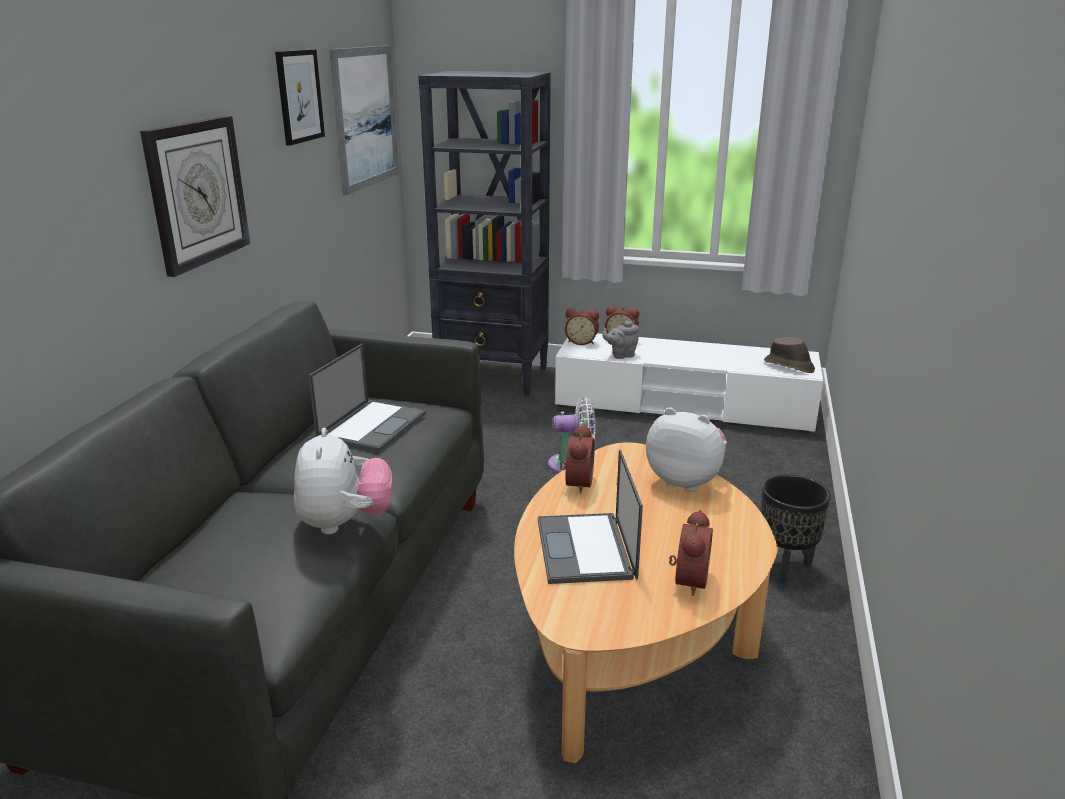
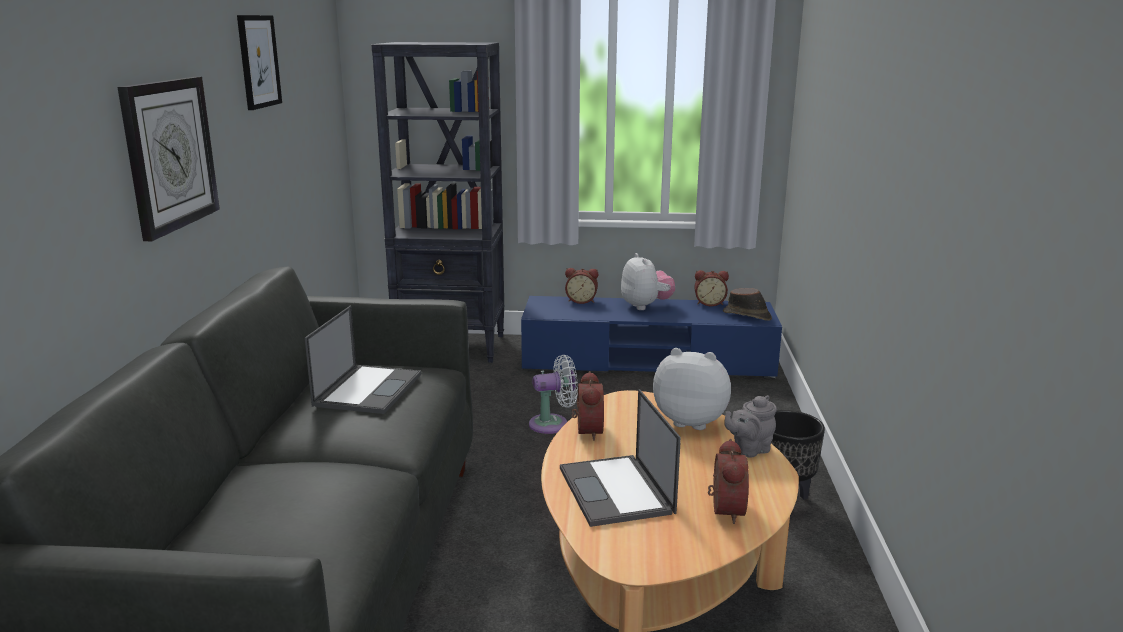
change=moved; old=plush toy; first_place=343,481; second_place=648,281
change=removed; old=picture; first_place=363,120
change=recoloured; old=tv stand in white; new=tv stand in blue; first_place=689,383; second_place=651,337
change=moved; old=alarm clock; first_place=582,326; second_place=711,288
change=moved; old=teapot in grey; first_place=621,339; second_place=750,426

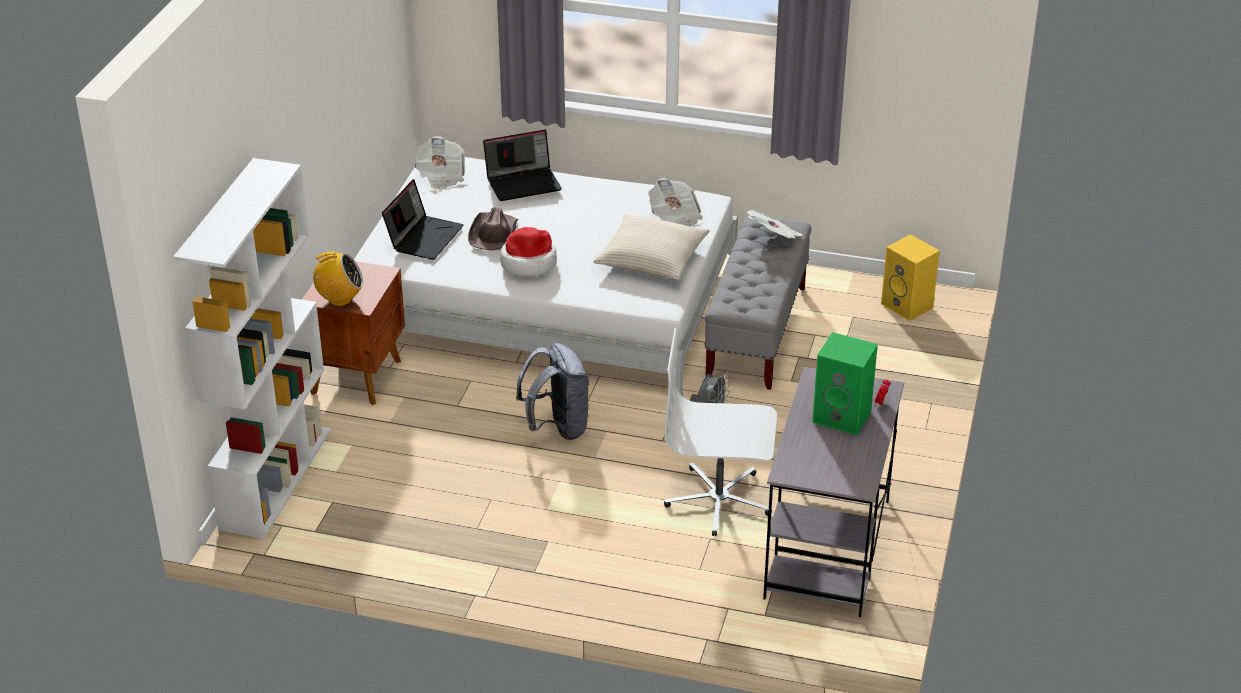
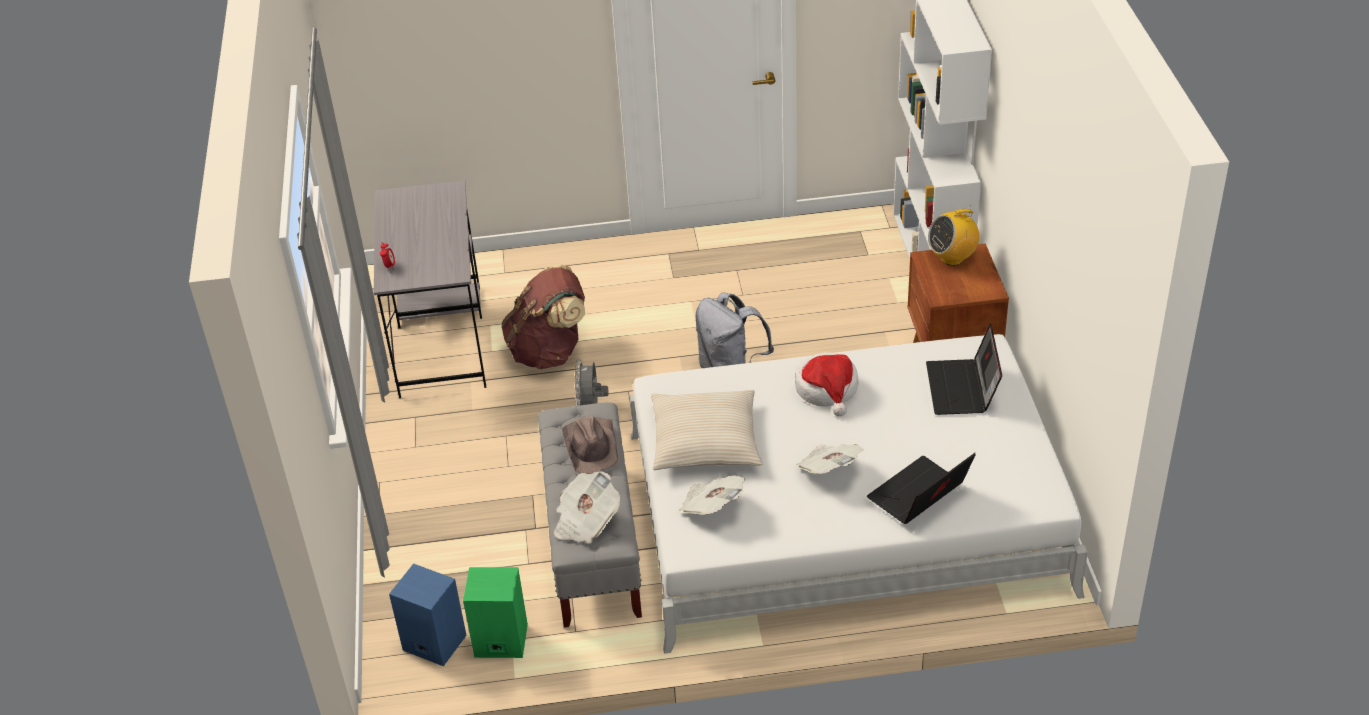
change=moved; old=newspaper; first_place=439,163; second_place=830,459
change=moved; old=hat in brown; first_place=493,229; second_place=590,445
change=replaced; old=office chair in white; new=backpack in brown; first_place=720,432; second_place=543,317
change=moved; old=speaker in green; first_place=845,383; second_place=495,612
change=recoloured; old=speaker in yellow; new=speaker in blue; first_place=910,277; second_place=428,614

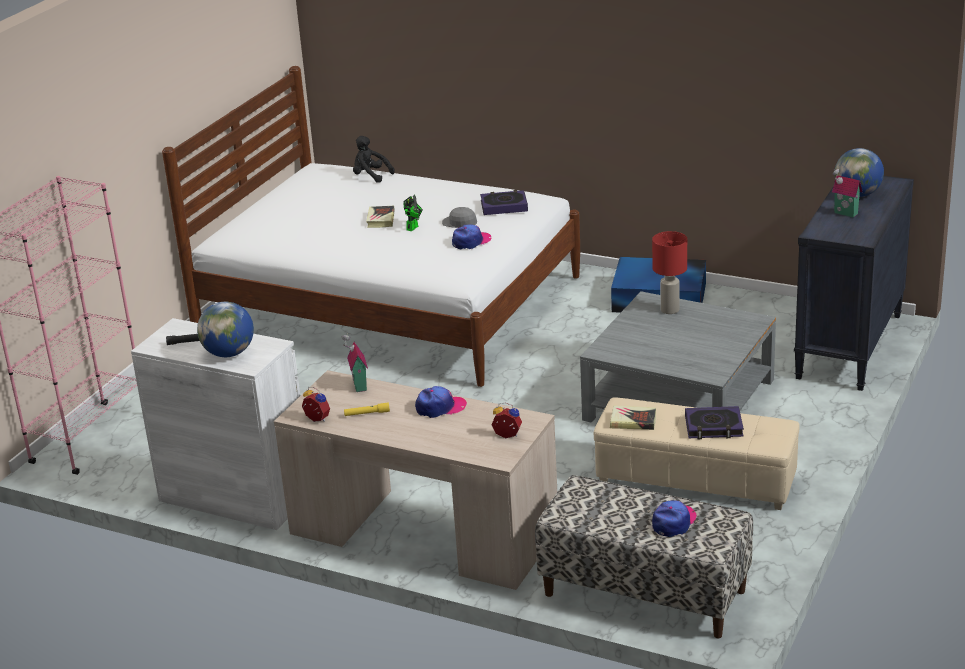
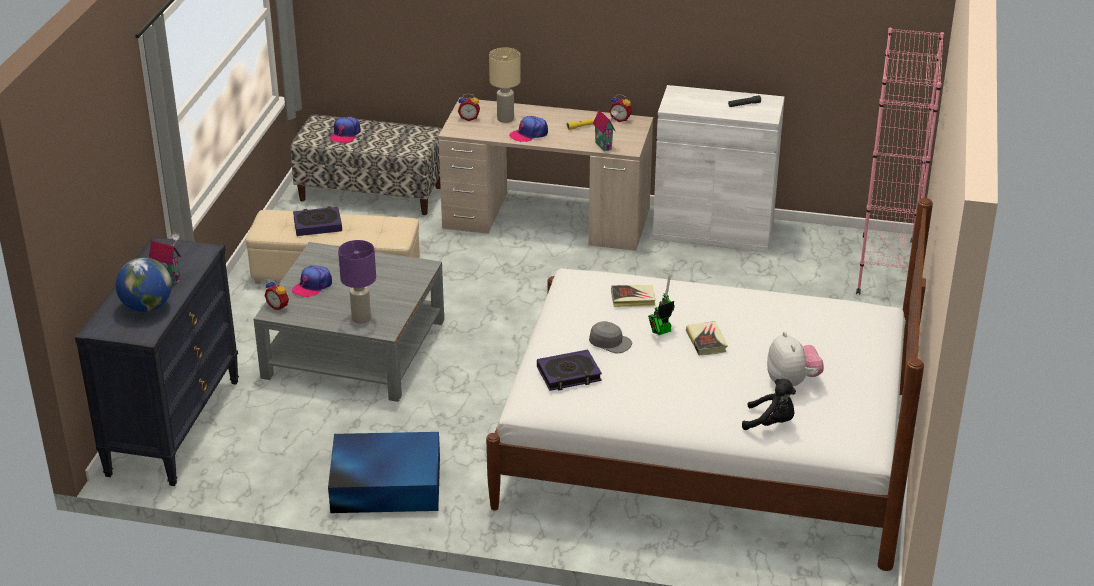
change=removed; old=globe; first_place=225,329
change=turned; old=toy robot; first_place=413,213; second_place=661,305; degrees=45
change=moved; old=cap; first_place=471,237; second_place=312,282
change=moved; old=book; first_place=633,417; second_place=633,296
change=recoloured; old=table lamp in red; new=table lamp in purple; first_place=669,272; second_place=357,282
change=added; new=alarm clock; second_place=276,295
change=added; new=table lamp in beige; second_place=505,85
change=added; new=plush toy; second_place=795,359

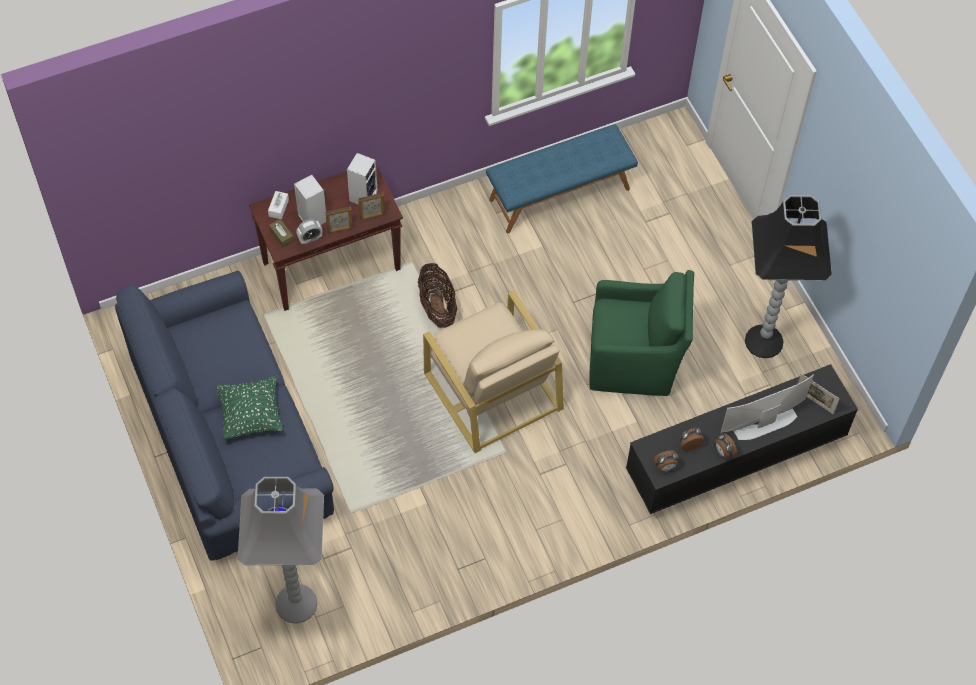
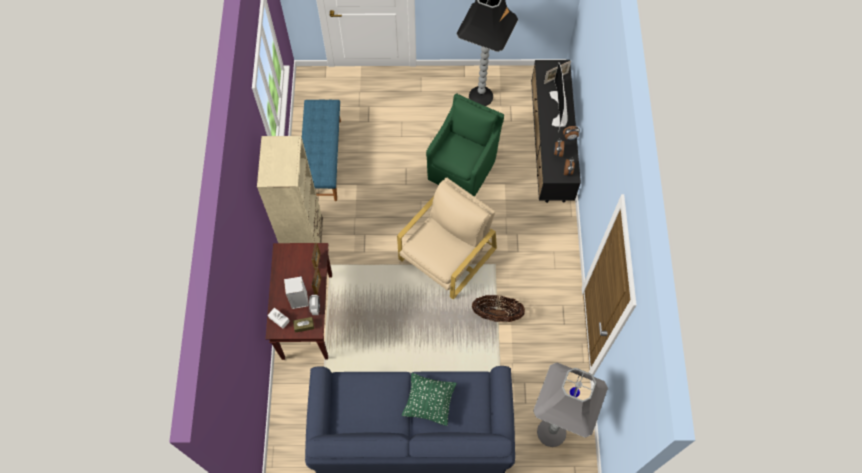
change=removed; old=speaker; first_place=362,179
change=moved; old=basket; first_place=437,295; second_place=498,308
change=turned; old=armchair in beige; first_place=493,372; second_place=447,239; degrees=-45
change=added; new=bookcase in beige; second_place=290,189

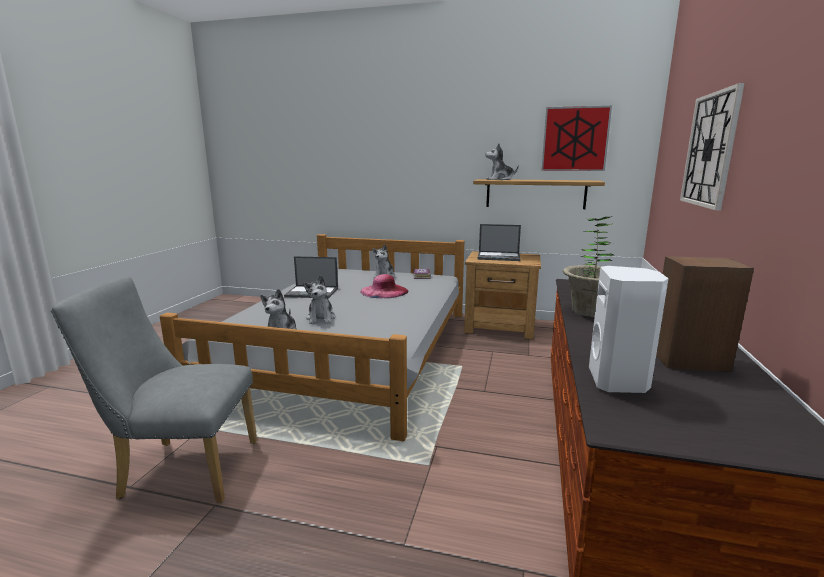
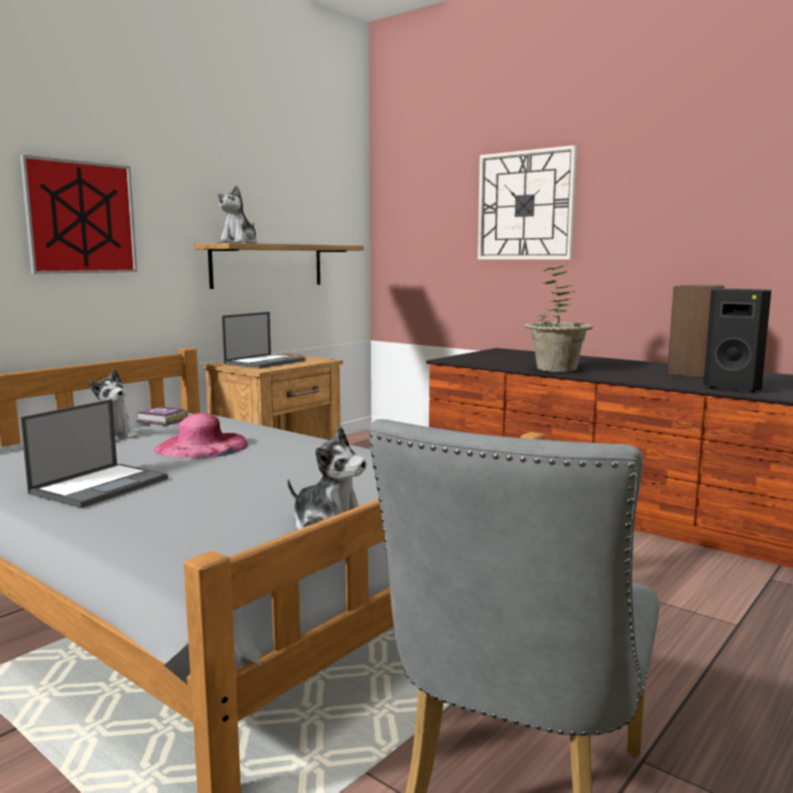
change=removed; old=plush toy; first_place=319,300
change=moved; old=picture; first_place=576,138; second_place=78,214
change=recoloured; old=speaker in white; new=speaker in black; first_place=629,329; second_place=737,340

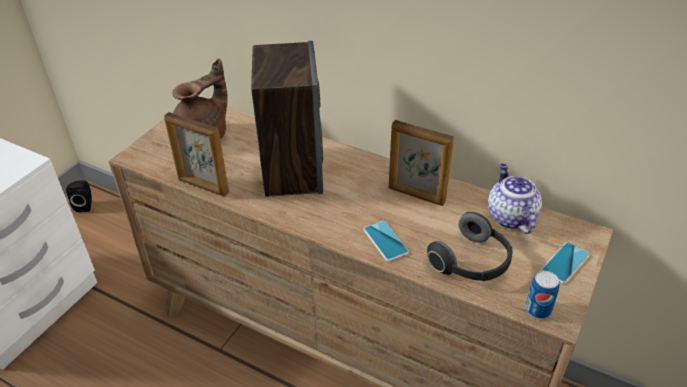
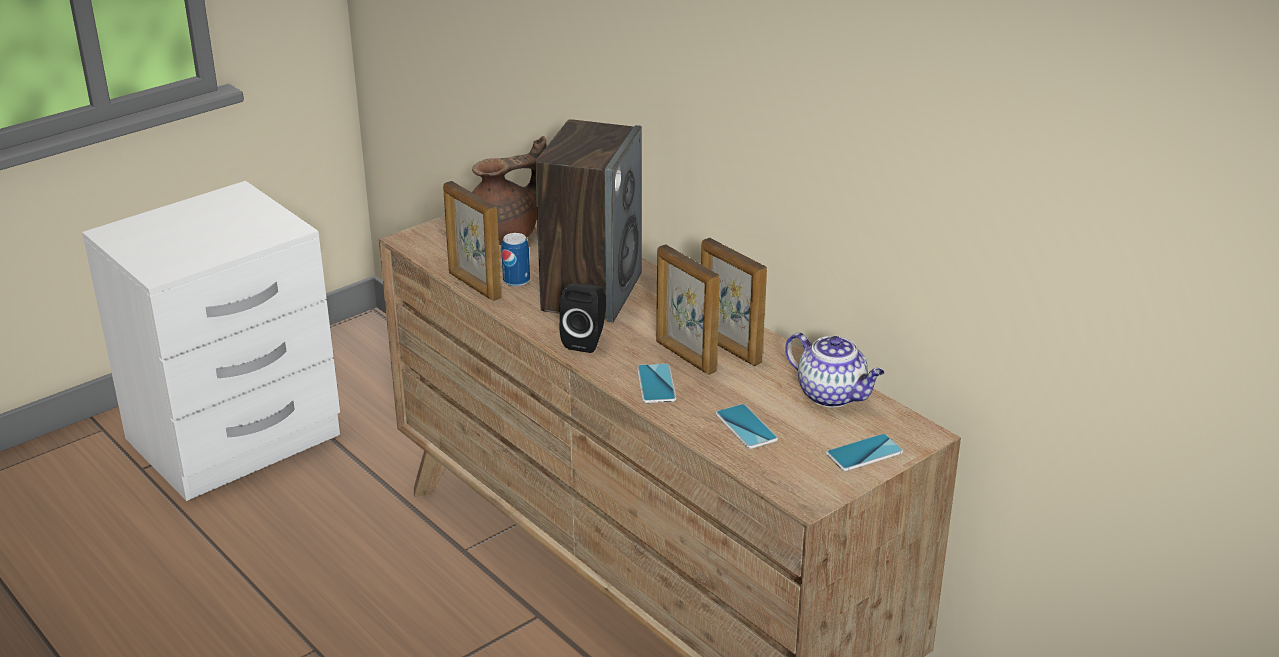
change=moved; old=speaker in black; first_place=79,196; second_place=582,318
change=replaced; old=headphones; new=phone; first_place=469,246; second_place=746,426
change=turned; old=teapot; first_place=515,199; second_place=835,370; degrees=120
change=moved; old=can; first_place=542,295; second_place=515,260
change=added; new=picture frame; second_place=688,309

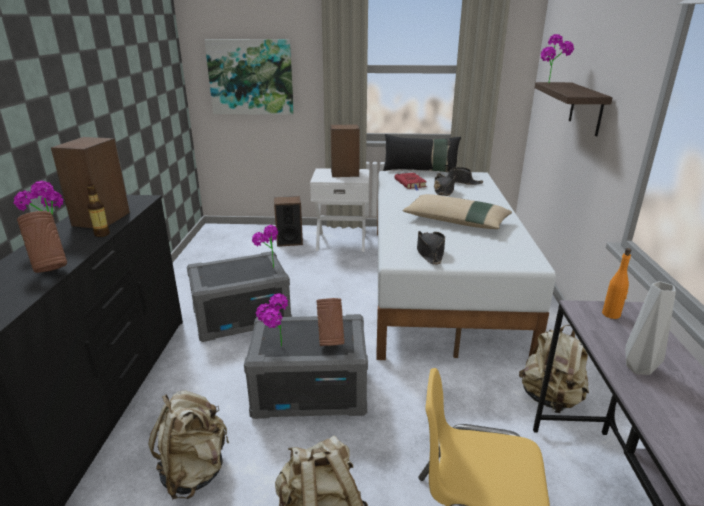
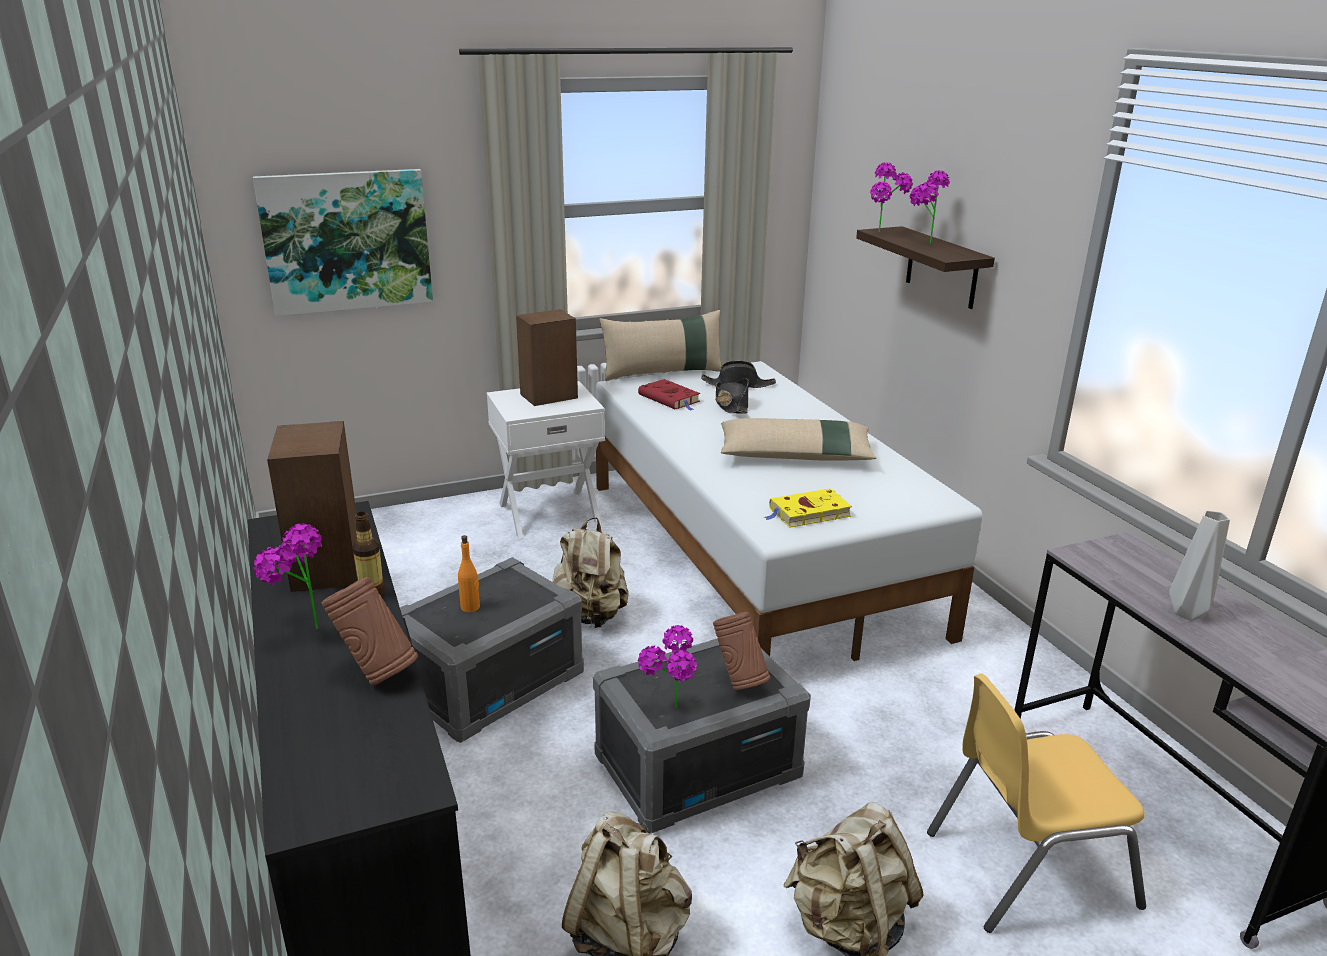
change=moved; old=potted plant; first_place=265,246; second_place=930,207
change=removed; old=speaker; first_place=288,221
change=recoloured; old=pillow in black; new=pillow in beige; first_place=422,153; second_place=660,345
change=replaced; old=hat in black; new=book in yellow; first_place=431,248; second_place=808,508
change=moved; old=backpack in beige; first_place=554,369; second_place=590,572
change=moved; old=bottle in orange; first_place=616,283; second_place=469,573

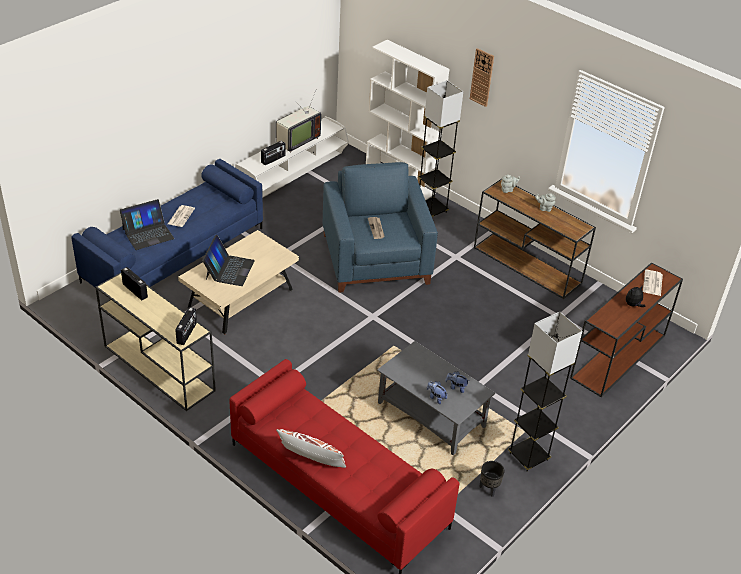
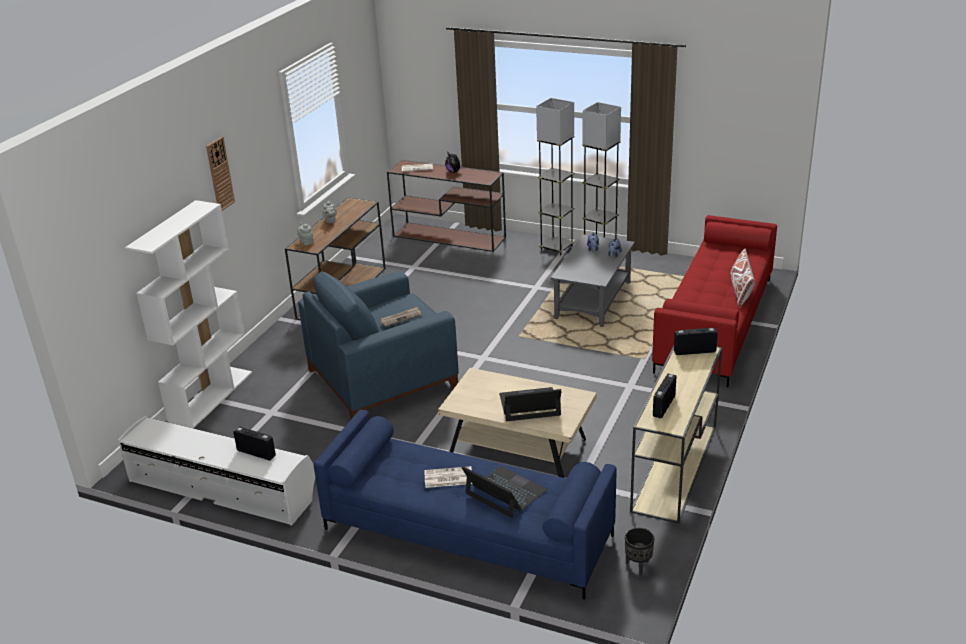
change=removed; old=television; first_place=298,123
change=moved; old=floor lamp in grey; first_place=440,148; second_place=555,177
change=moved; old=planter in black; first_place=492,479; second_place=639,552

